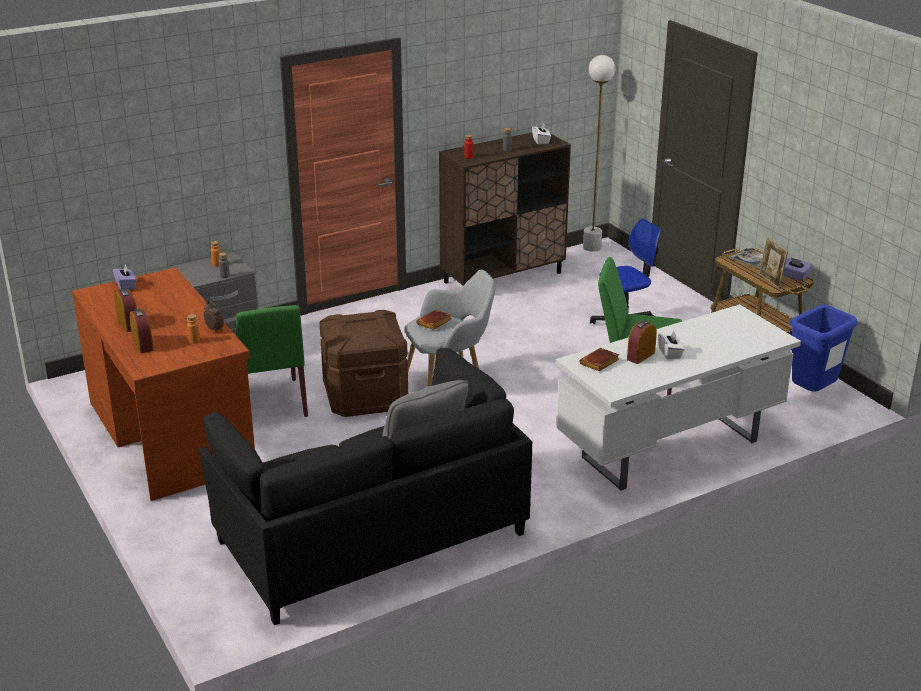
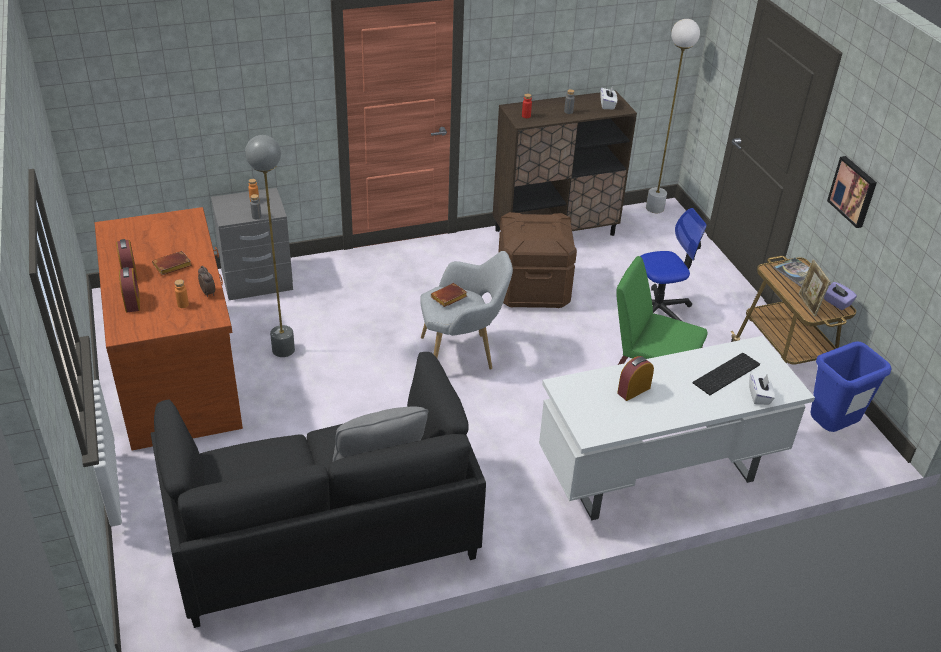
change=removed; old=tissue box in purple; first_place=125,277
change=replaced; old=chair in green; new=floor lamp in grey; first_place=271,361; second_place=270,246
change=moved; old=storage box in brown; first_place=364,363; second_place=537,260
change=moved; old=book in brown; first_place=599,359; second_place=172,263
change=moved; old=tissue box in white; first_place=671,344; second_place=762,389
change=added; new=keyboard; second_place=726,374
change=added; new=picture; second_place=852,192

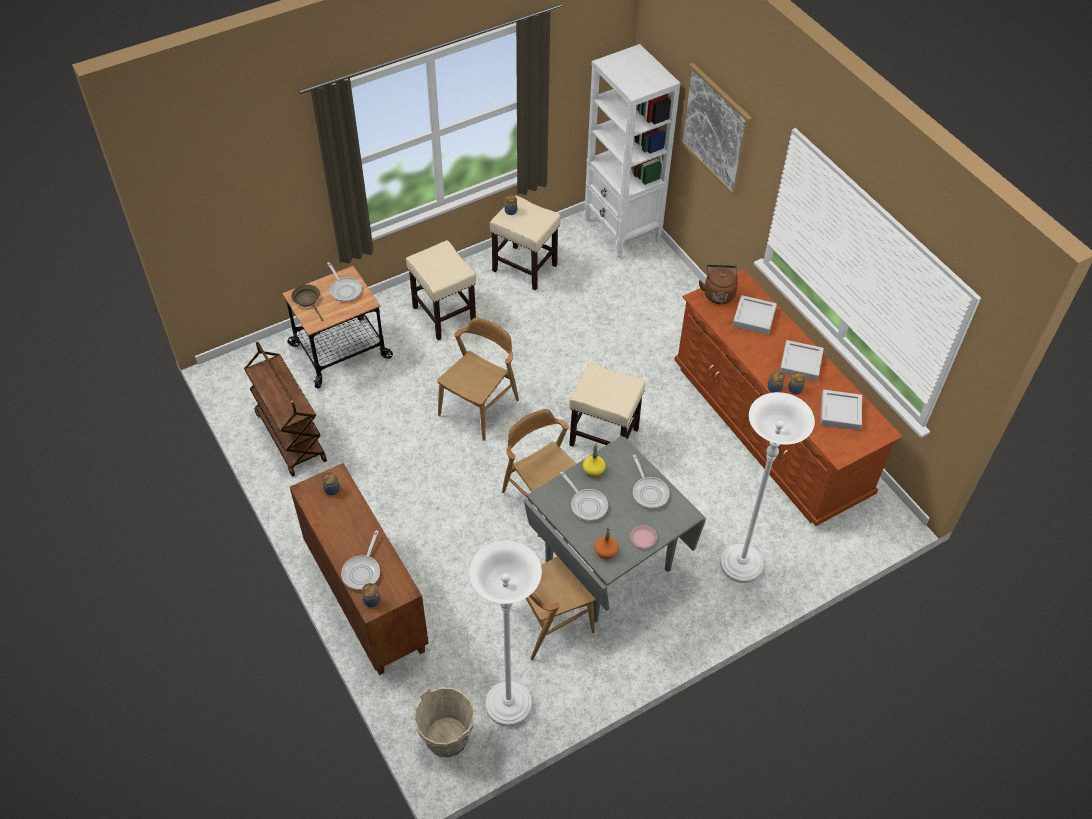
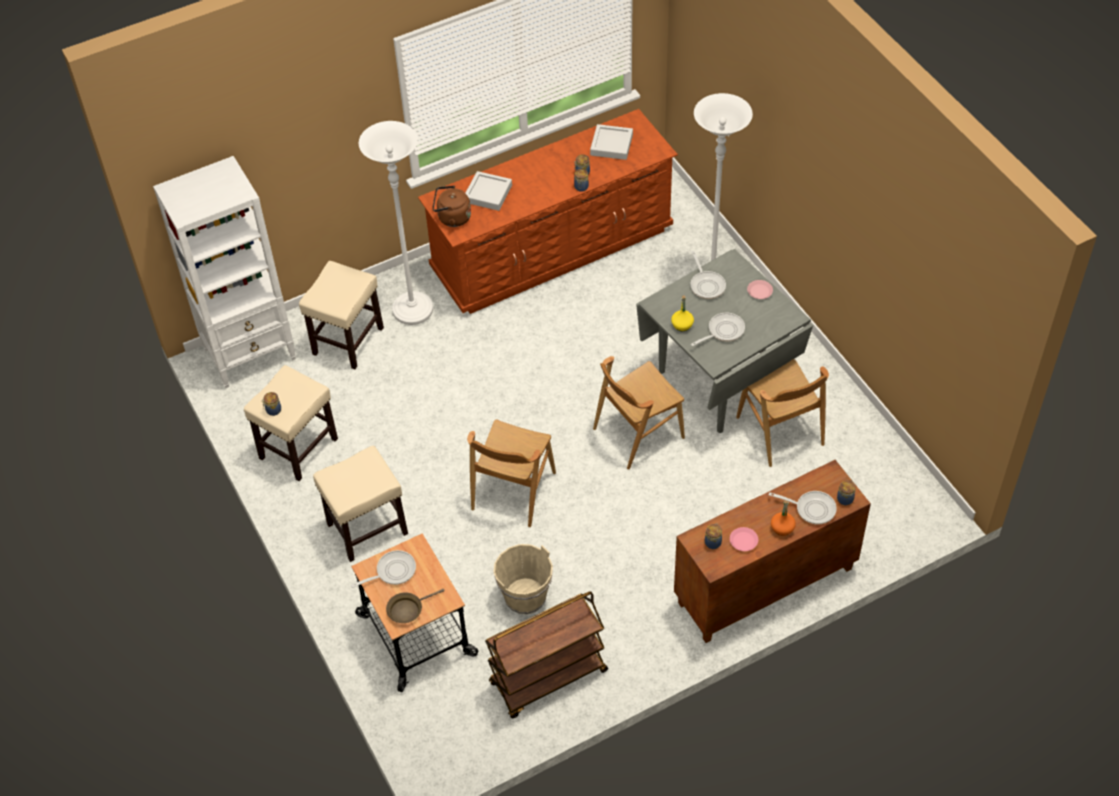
change=moved; old=bucket in beige; first_place=444,722; second_place=523,579
change=turned; old=chair in brown; first_place=478,379; second_place=511,473; degrees=-105
change=moved; old=floor lamp in white; first_place=505,633; second_place=396,223
change=moved; old=stool in beige; first_place=607,405; second_place=341,315
change=moved; old=bottle in orange; first_place=606,542; second_place=783,518
change=turned; old=frying pan; first_place=651,482; second_place=708,275; degrees=90
change=removed; old=picture; first_place=716,130
change=removed; old=tray in grey; first_place=802,360
change=added; new=plate in pink; second_place=744,539

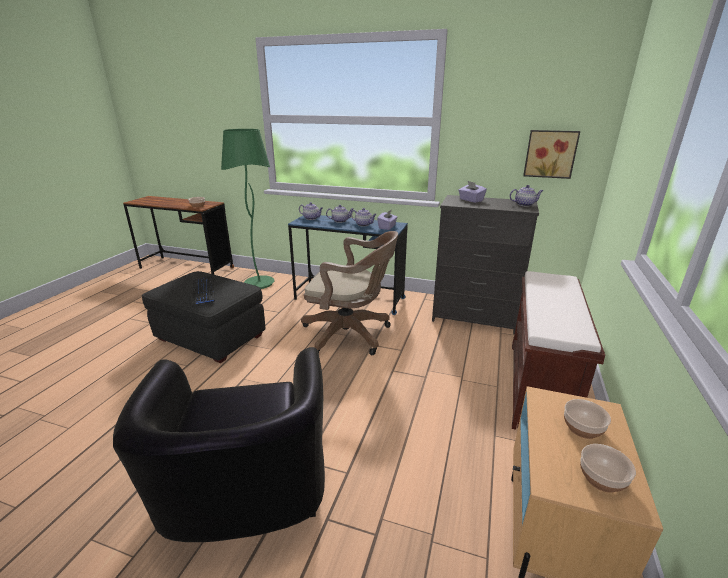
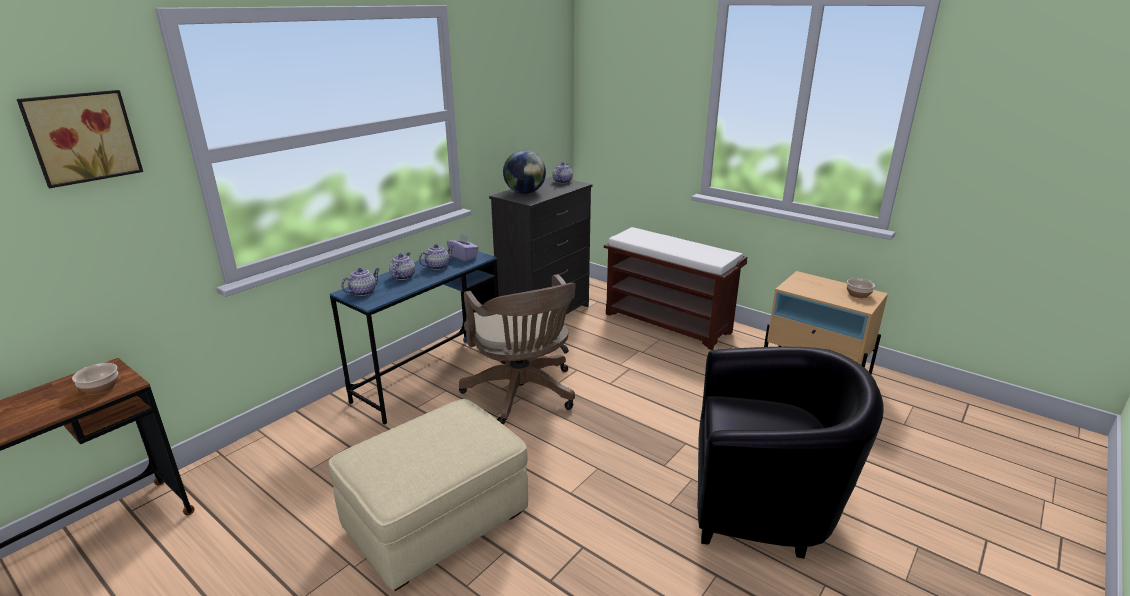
change=recoloured; old=ottoman in black; new=ottoman in beige; first_place=204,317; second_place=428,495
change=removed; old=keyboard; first_place=204,290
change=removed; old=floor lamp in green; first_place=248,209
change=turned; old=office chair in brown; first_place=349,293; second_place=517,349; degrees=120
change=replaced; old=tissue box in purple; new=globe; first_place=472,192; second_place=524,172
change=moved; old=picture; first_place=551,154; second_place=80,139
change=removed; old=bowl; first_place=587,419

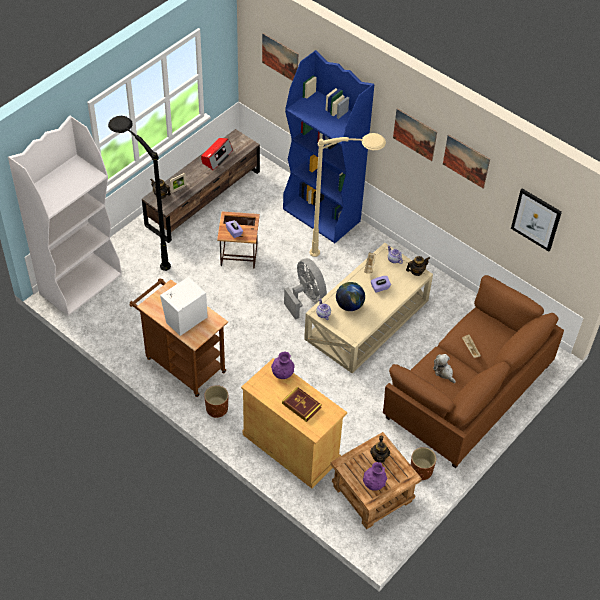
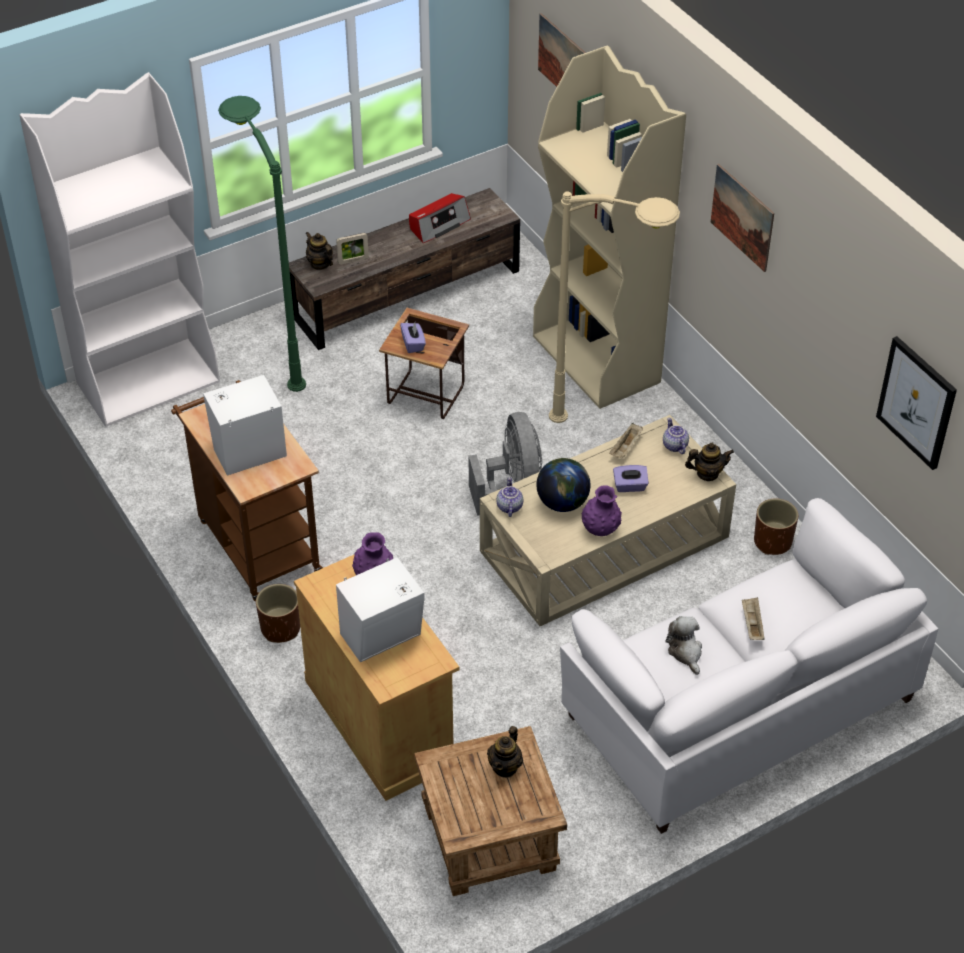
change=recoloured; old=floor lamp in black; new=floor lamp in green; first_place=139,193; second_place=262,244
change=replaced; old=book; new=speaker in white; first_place=301,404; second_place=380,609
change=recoloured; old=bookcase in blue; new=bookcase in beige; first_place=329,146; second_place=609,227
change=moved; old=vase in purple; first_place=375,476; second_place=602,510
change=recoloured; old=sofa in brown; new=sofa in white; first_place=473,371; second_place=749,666
change=moved; old=planter in brown; first_place=423,463; second_place=776,526
change=removed; old=picture; first_place=466,162

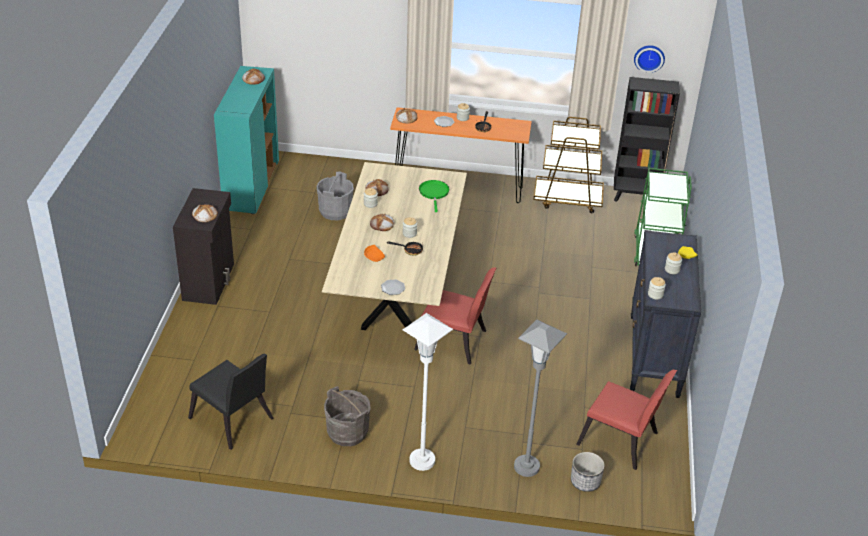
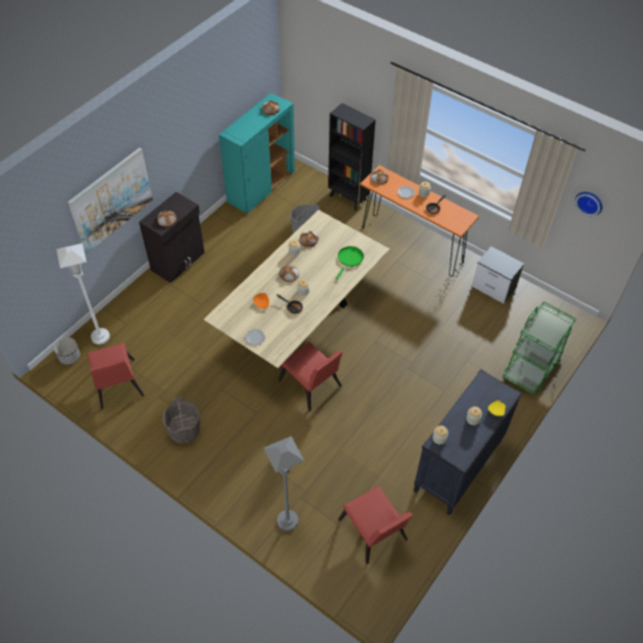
change=recoloured; old=chair in black; new=chair in red; first_place=230,402; second_place=115,376
change=moved; old=floor lamp in white; first_place=428,392; second_place=83,293
change=replaced; old=cart in brown; new=nightstand; first_place=568,165; second_place=498,275
change=moved; old=planter; first_place=588,472; second_place=67,351
change=moved; old=bookcase in black; first_place=647,139; second_place=352,156
change=added; new=picture; second_place=110,200

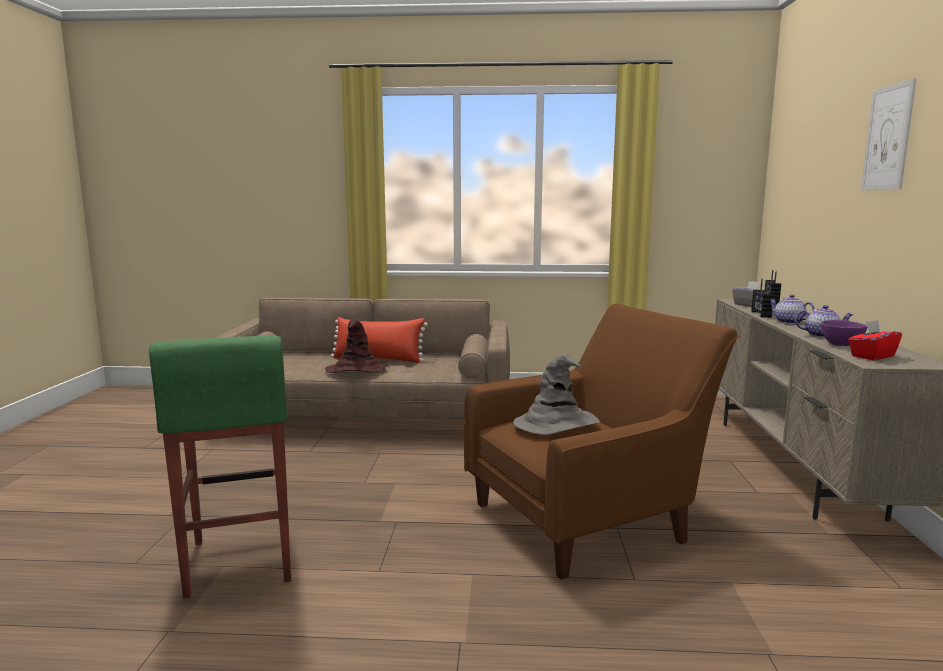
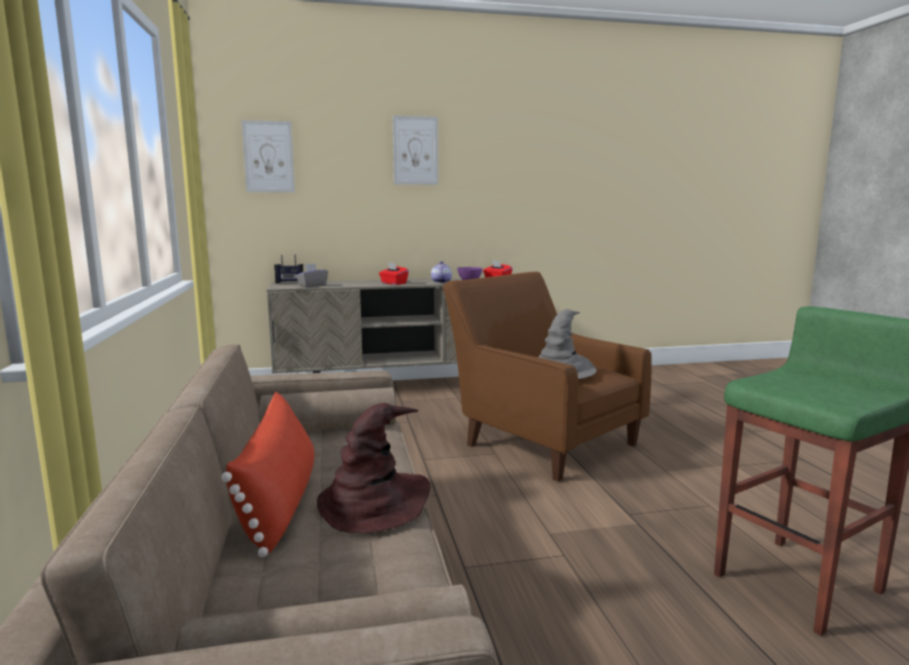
change=removed; old=radio; first_place=762,298
change=replaced; old=teapot; new=tissue box in red; first_place=792,309; second_place=394,273
change=added; new=picture; second_place=268,156

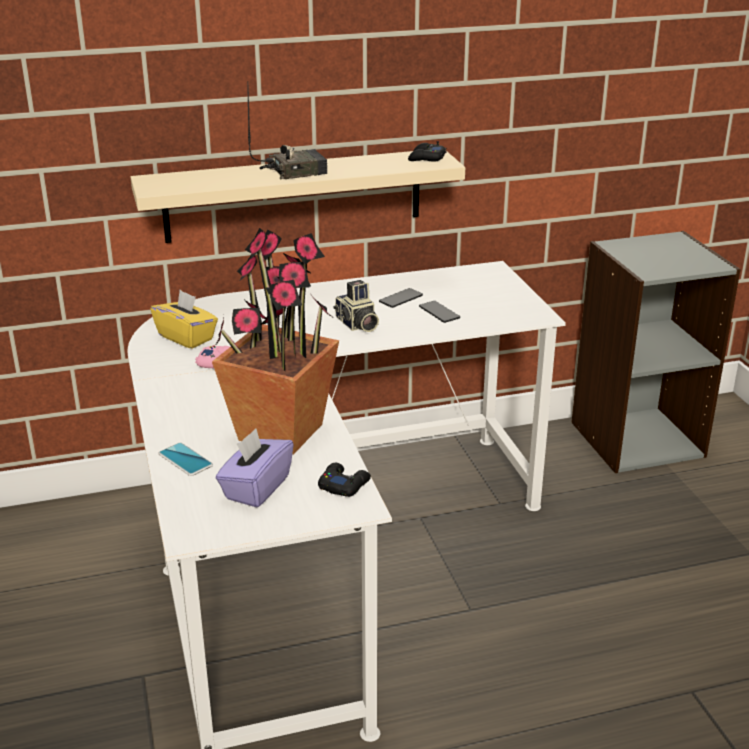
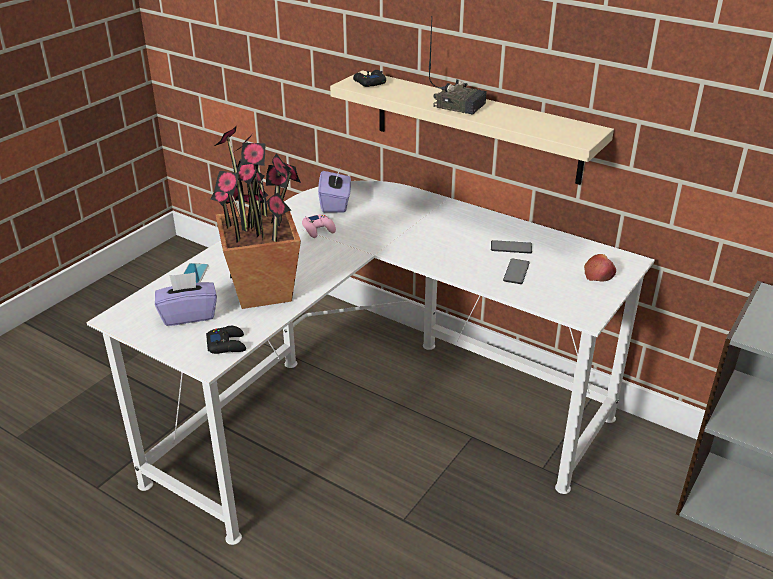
change=recoloured; old=tissue box in yellow; new=tissue box in purple; first_place=184,319; second_place=334,190
change=removed; old=photo camera; first_place=356,306
change=moved; old=game controller in black; first_place=427,151; second_place=369,78
change=added; new=apple; second_place=600,268

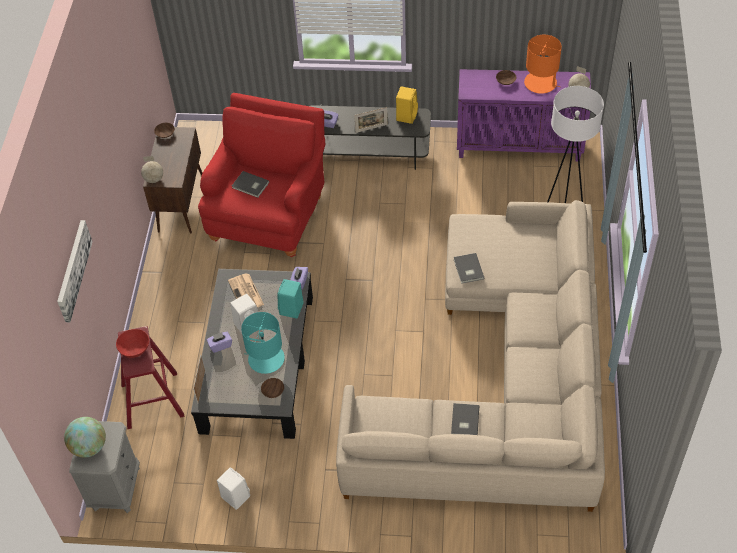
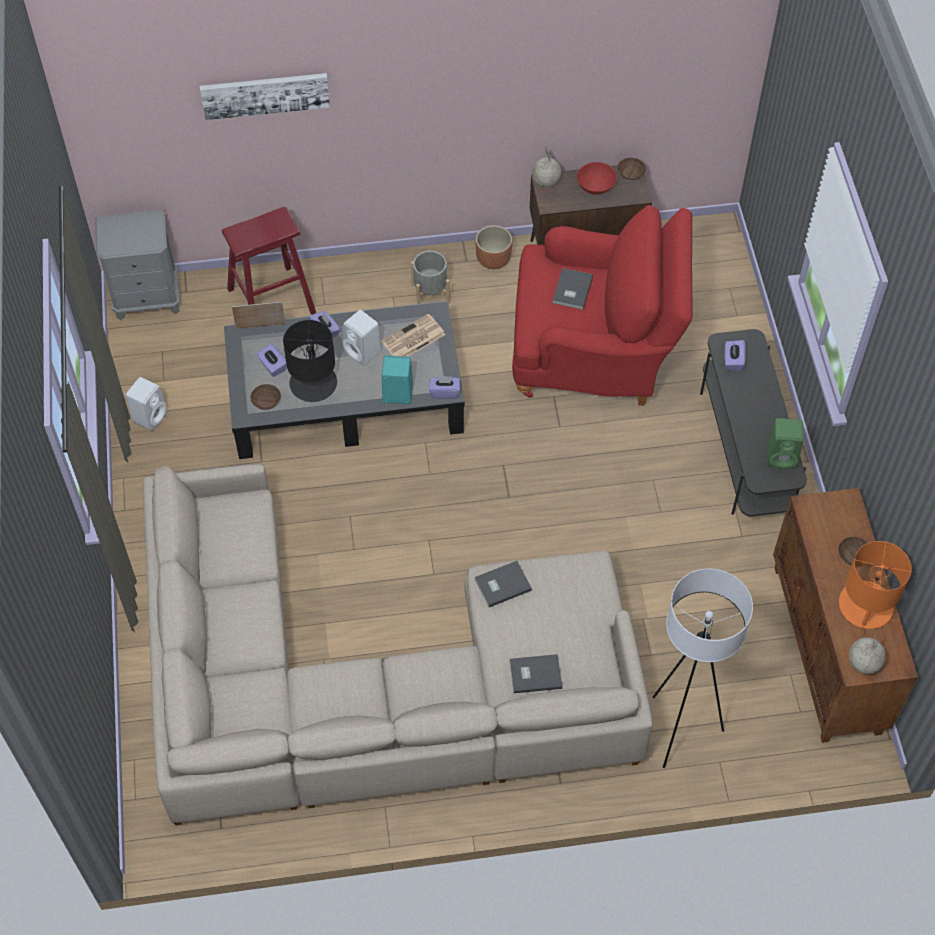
change=removed; old=globe; first_place=85,437
change=moved; old=bowl in red; first_place=132,343; second_place=597,178
change=recoloured; old=table lamp in turquoise; new=table lamp in black; first_place=263,343; second_place=310,361
change=removed; old=picture frame; first_place=371,120
change=recoloured; old=speaker in yellow; new=speaker in green; first_place=407,105; second_place=785,443
change=moved; old=book in grey; first_place=465,419; second_place=536,673
change=recoloured; old=cabinet in purple; new=cabinet in brown; first_place=524,115; second_place=845,615
change=added; new=tissue box in purple; second_place=272,360
change=added; new=planter in grey; second_place=430,277
change=added; new=planter in brown; second_place=493,247

